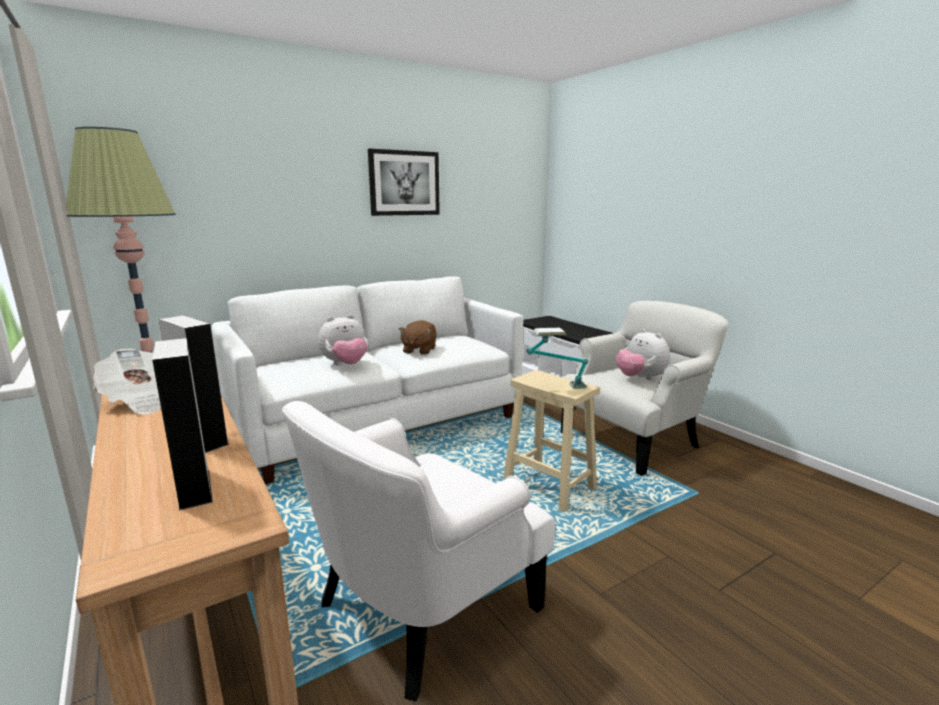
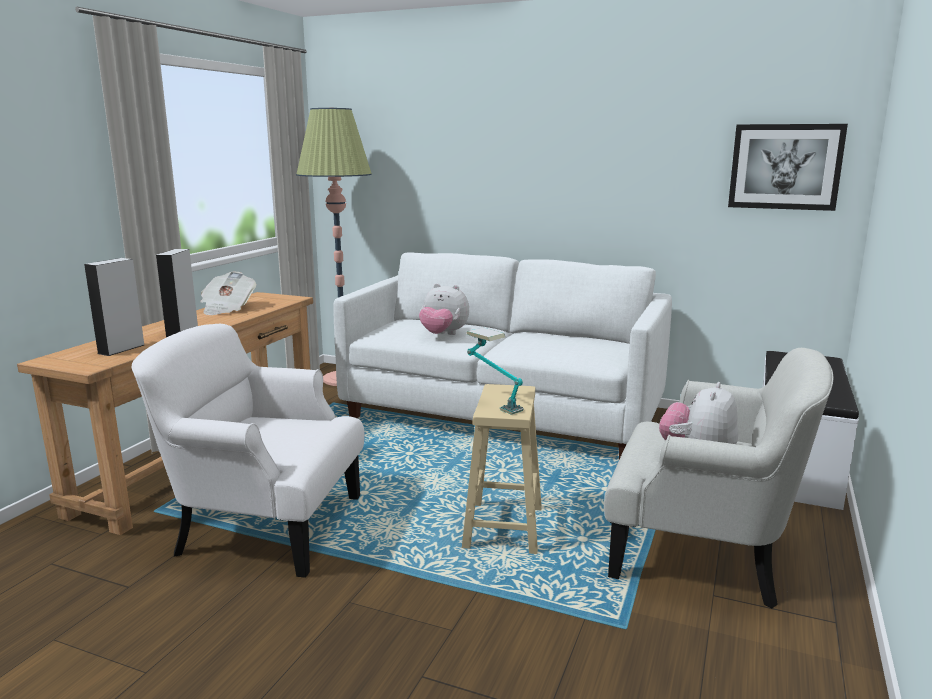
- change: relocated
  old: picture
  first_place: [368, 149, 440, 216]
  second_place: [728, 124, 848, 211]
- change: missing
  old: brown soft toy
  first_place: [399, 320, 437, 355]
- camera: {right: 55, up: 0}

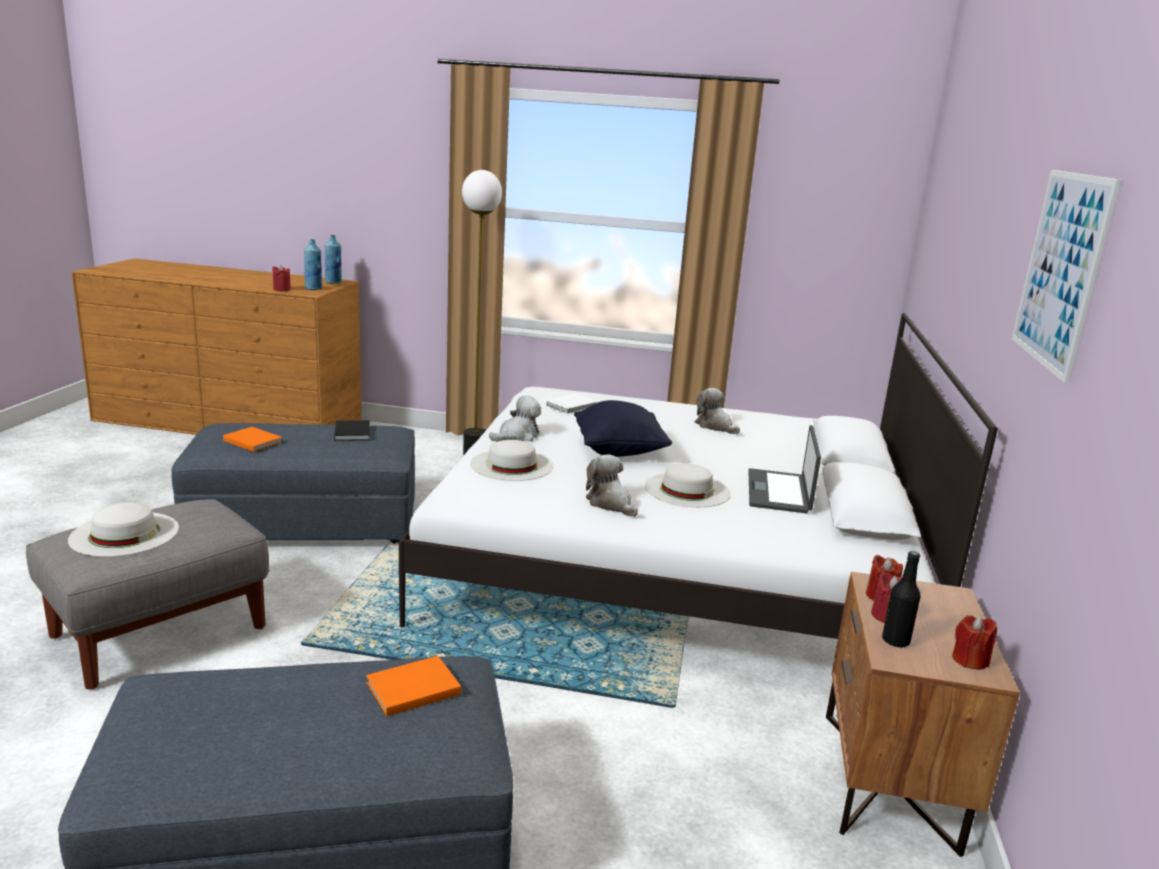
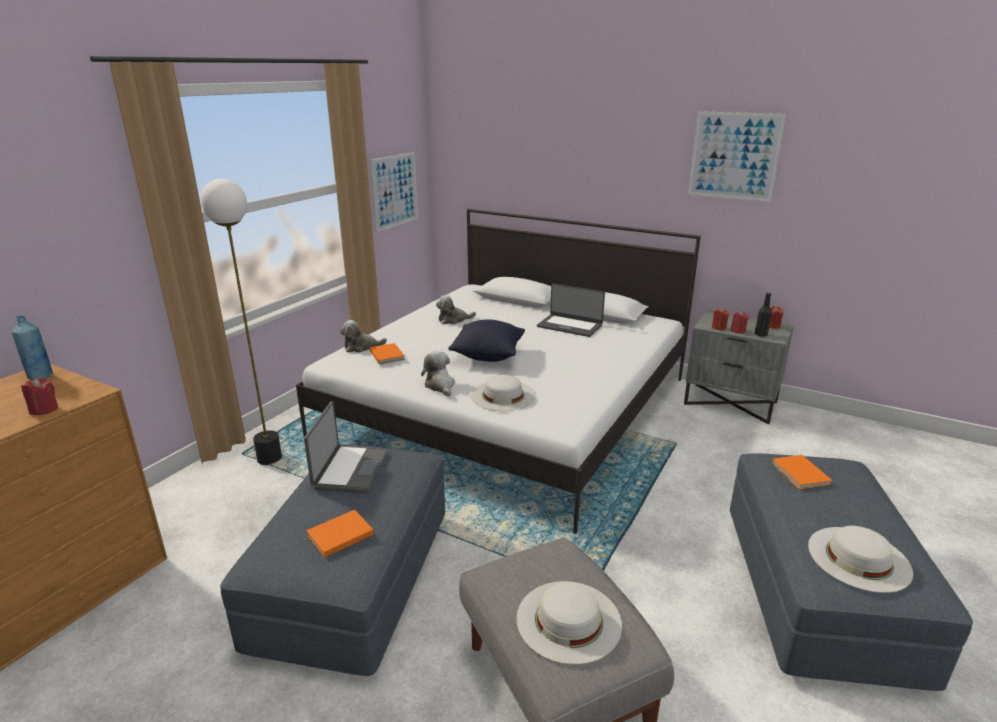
- change: missing
  old: blue-coloured beverage bottle
  first_place: [304, 239, 322, 290]
- change: exchanged
  old: blackish book
  new: portable computer
  first_place: [334, 420, 370, 441]
  second_place: [304, 401, 388, 493]
- change: colour
  old: whitish book
  new: orange-coloured book
  first_place: [546, 394, 597, 414]
  second_place: [370, 343, 405, 364]
- change: relocated
  old: soft toy
  first_place: [586, 454, 638, 517]
  second_place: [340, 320, 387, 352]
- change: relocated
  old: whitish hat
  first_place: [645, 463, 731, 507]
  second_place: [808, 526, 913, 593]
- change: colour
  old: brown nightstand
  new: gray nightstand
  first_place: [826, 572, 1020, 857]
  second_place: [684, 311, 794, 424]
- change: appeared
  new: picture
  second_place: [370, 152, 418, 232]
- camera: {right: -70, up: 5}

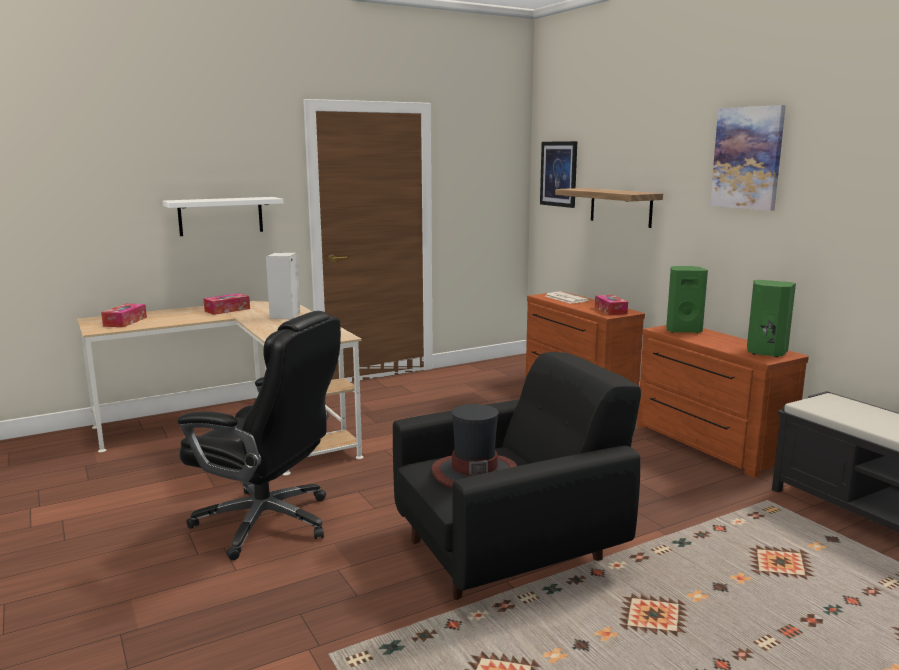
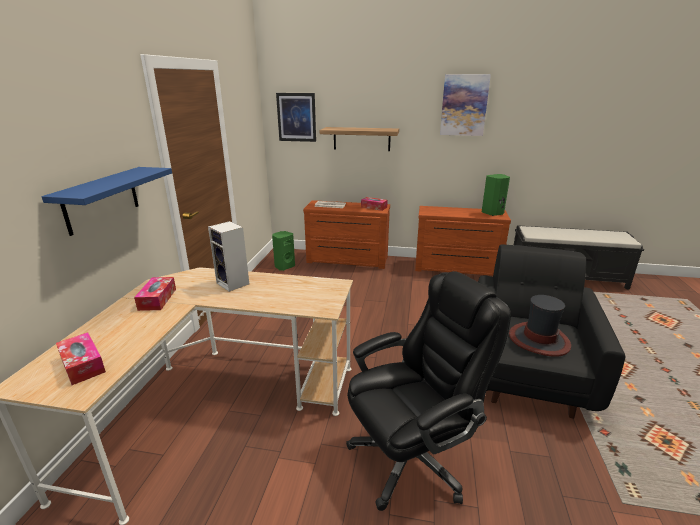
- change: colour
  old: whitish wall shelf
  new: blue-coloured wall shelf
  first_place: [162, 197, 283, 236]
  second_place: [42, 167, 172, 236]
- change: relocated
  old: greenish audio speaker
  first_place: [666, 266, 708, 333]
  second_place: [272, 231, 295, 271]
- camera: {right: -50, up: 10}

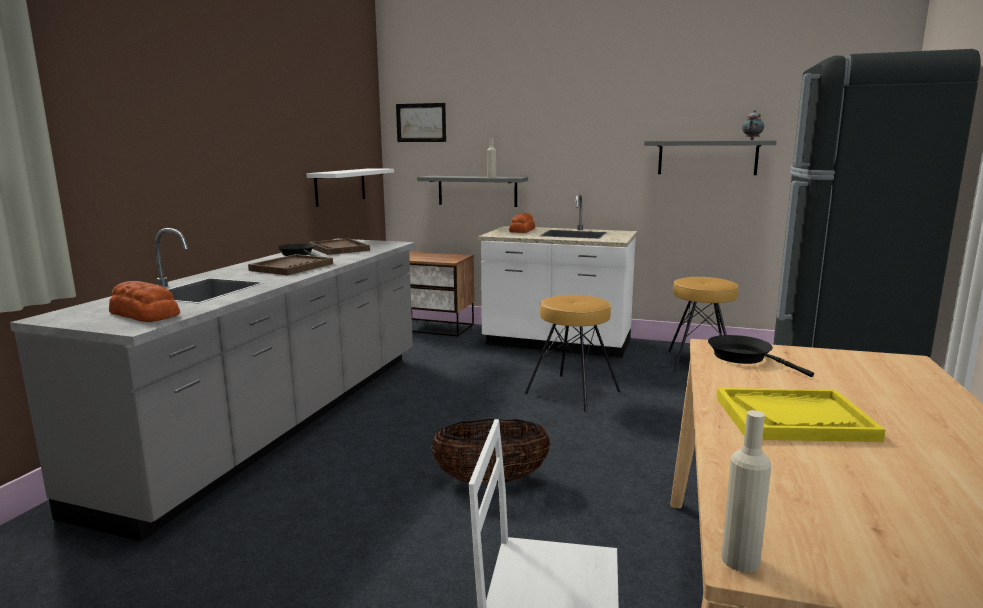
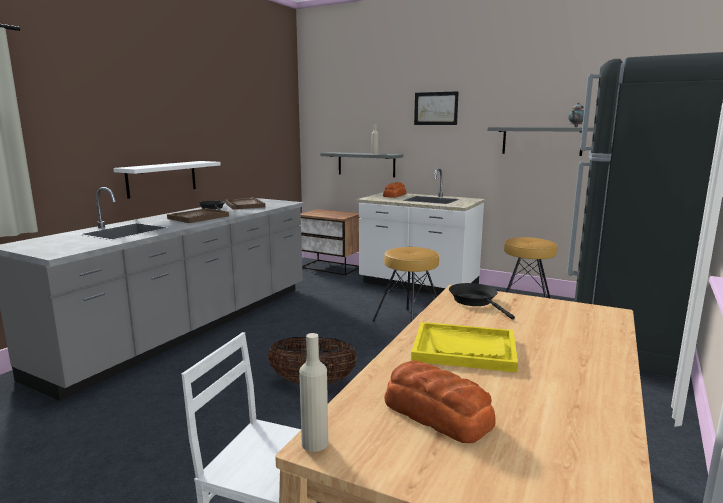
- change: relocated
  old: bakery bread
  first_place: [109, 281, 180, 322]
  second_place: [384, 361, 496, 443]
- change: relocated
  old: whitish wall shelf
  first_place: [306, 168, 394, 207]
  second_place: [113, 161, 221, 199]
- change: relocated
  old: picture
  first_place: [396, 103, 446, 142]
  second_place: [414, 91, 459, 125]
- camera: {right: 10, up: 0}

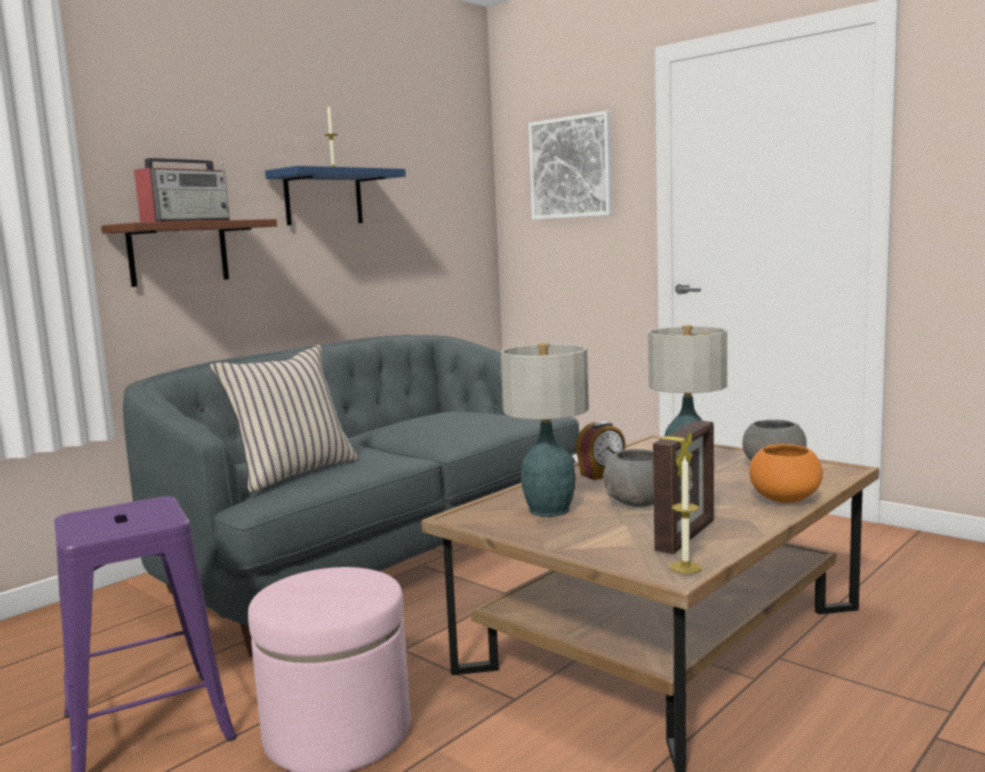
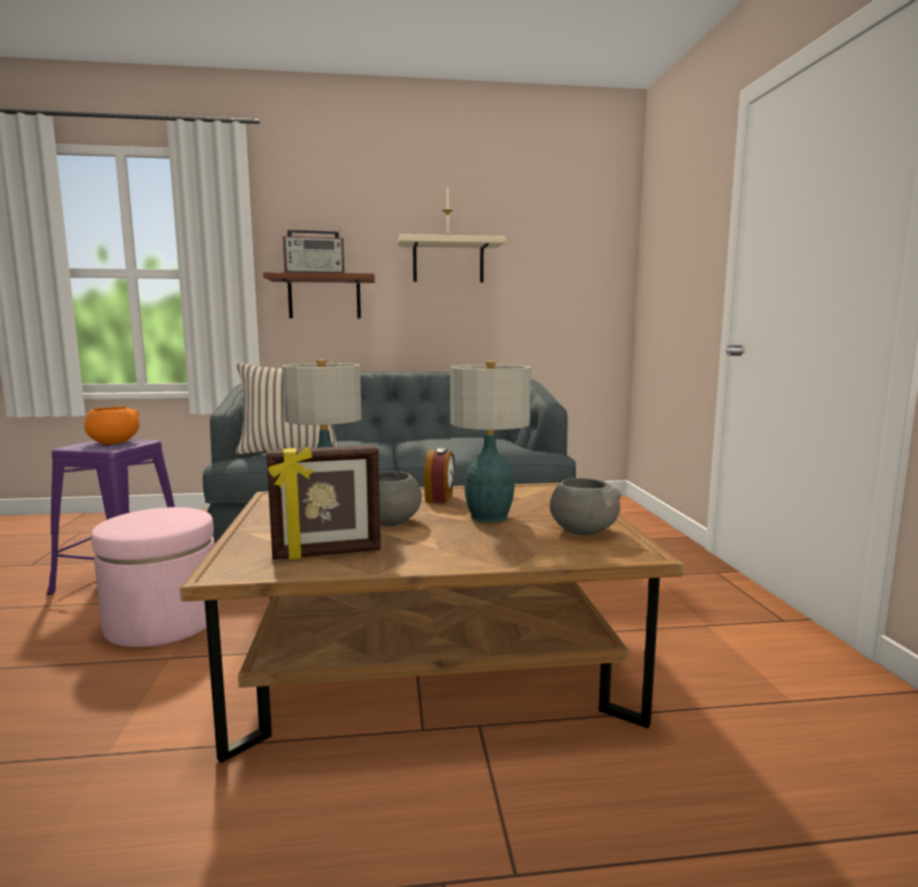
- change: colour
  old: blue-coloured wall shelf
  new: beige wall shelf
  first_place: [265, 166, 406, 225]
  second_place: [398, 234, 506, 283]
- change: missing
  old: picture
  first_place: [528, 111, 613, 220]
- change: spun
  old: bedside clock
  first_place: [576, 421, 626, 480]
  second_place: [424, 448, 455, 503]
  degrees: -90
- change: missing
  old: candle
  first_place: [670, 457, 701, 574]
- change: relocated
  old: orange-coloured bowl
  first_place: [749, 444, 823, 503]
  second_place: [84, 407, 140, 445]
- camera: {right: 40, up: 0}

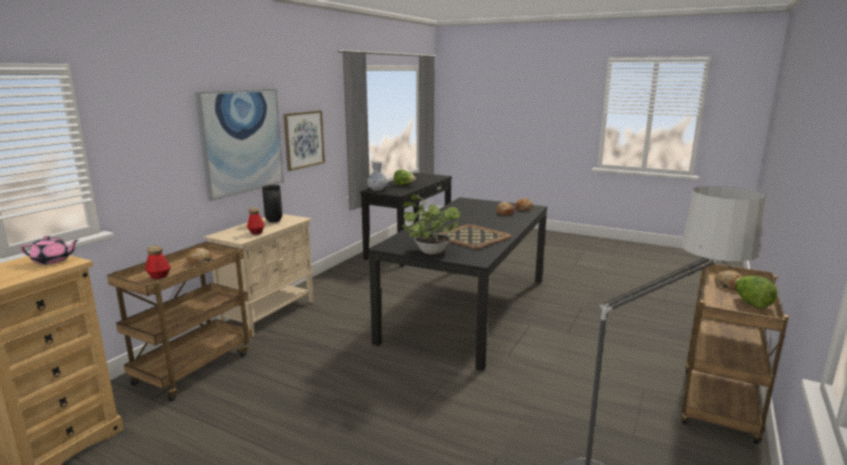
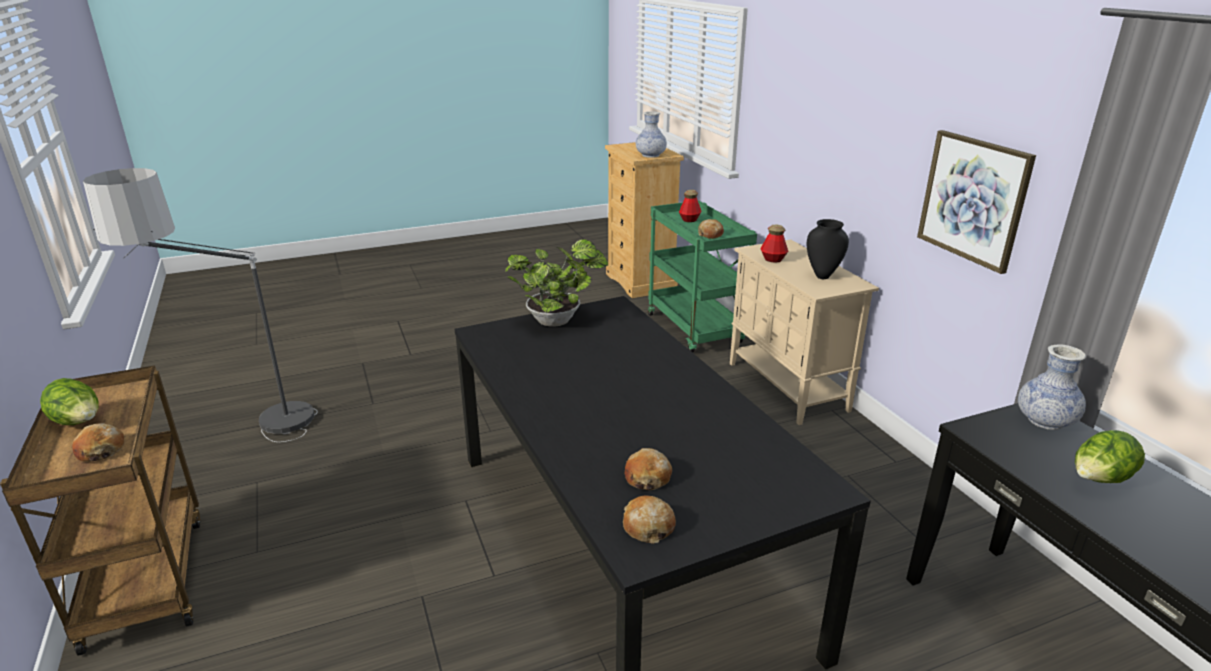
- change: exchanged
  old: pink pot for tea
  new: vase
  first_place: [20, 236, 79, 265]
  second_place: [636, 111, 667, 158]
- change: colour
  old: brown trolley
  new: greenish trolley
  first_place: [107, 242, 252, 401]
  second_place: [648, 200, 757, 353]
- change: missing
  old: picture
  first_place: [195, 89, 284, 201]
- change: missing
  old: carrying tray
  first_place: [440, 224, 512, 250]
- camera: {right: 130, up: 10}

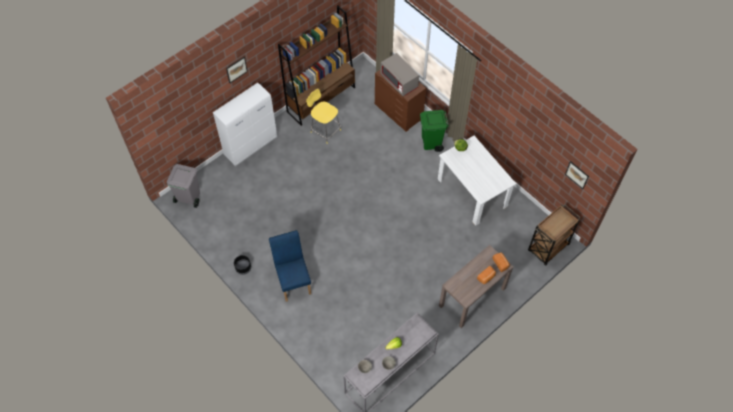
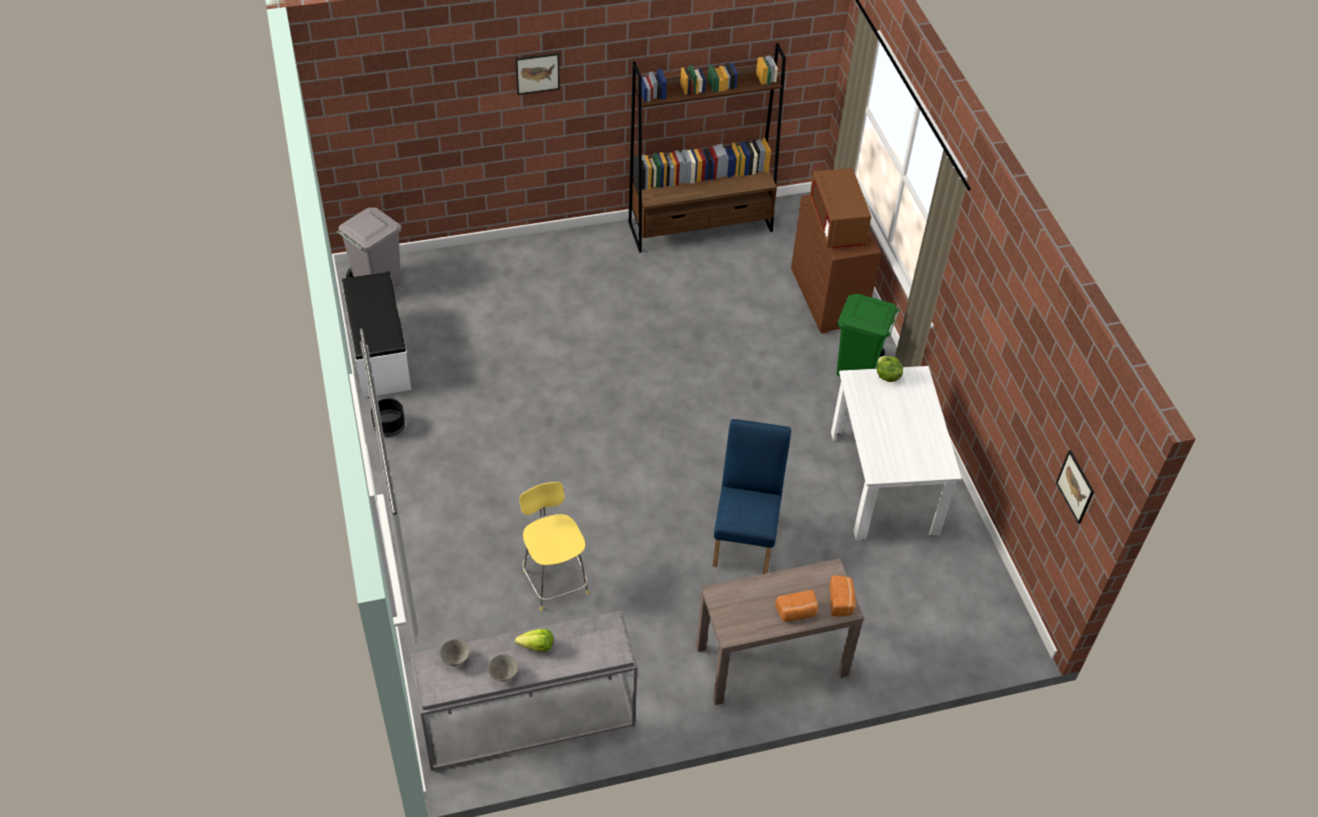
- change: missing
  old: whitish storage cabinet
  first_place: [213, 82, 277, 166]
- change: relocated
  old: blue-coloured plain chair
  first_place: [269, 230, 311, 301]
  second_place: [713, 419, 791, 574]
- change: relocated
  old: yellow-coloured stool
  first_place: [306, 89, 341, 144]
  second_place: [519, 482, 589, 611]
- change: colour
  old: gray microwave oven
  new: brown microwave oven
  first_place: [381, 53, 419, 96]
  second_place: [809, 168, 871, 248]
- change: missing
  old: brown trolley
  first_place: [528, 204, 581, 266]
- change: appeared
  new: whitish indoor bench
  second_place: [342, 272, 411, 398]
- camera: {right: 25, up: -10}

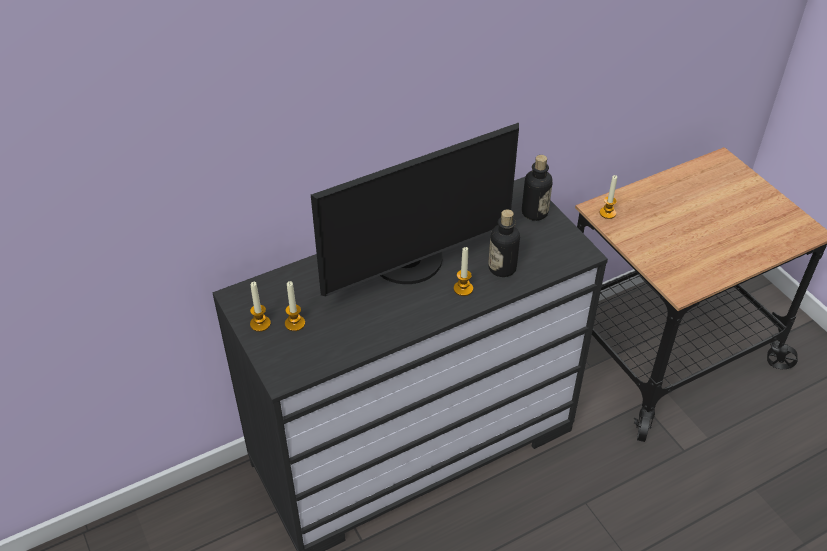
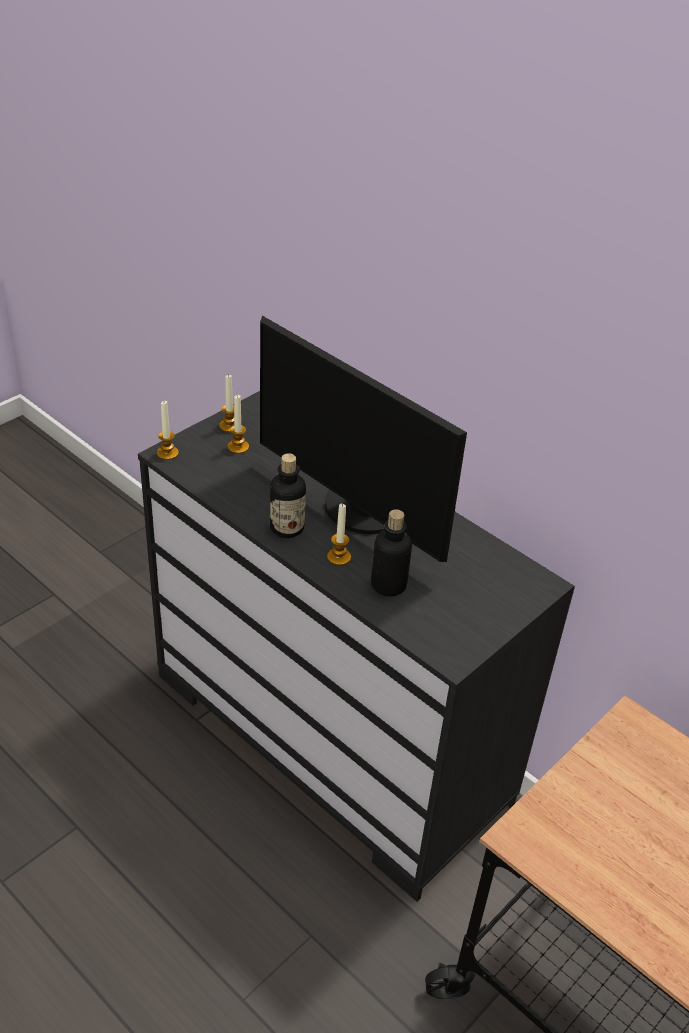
- change: relocated
  old: beverage bottle
  first_place: [522, 155, 553, 221]
  second_place: [270, 453, 306, 538]
- change: relocated
  old: candle
  first_place: [600, 175, 617, 219]
  second_place: [157, 401, 179, 460]
- camera: {right: 70, up: -5}

